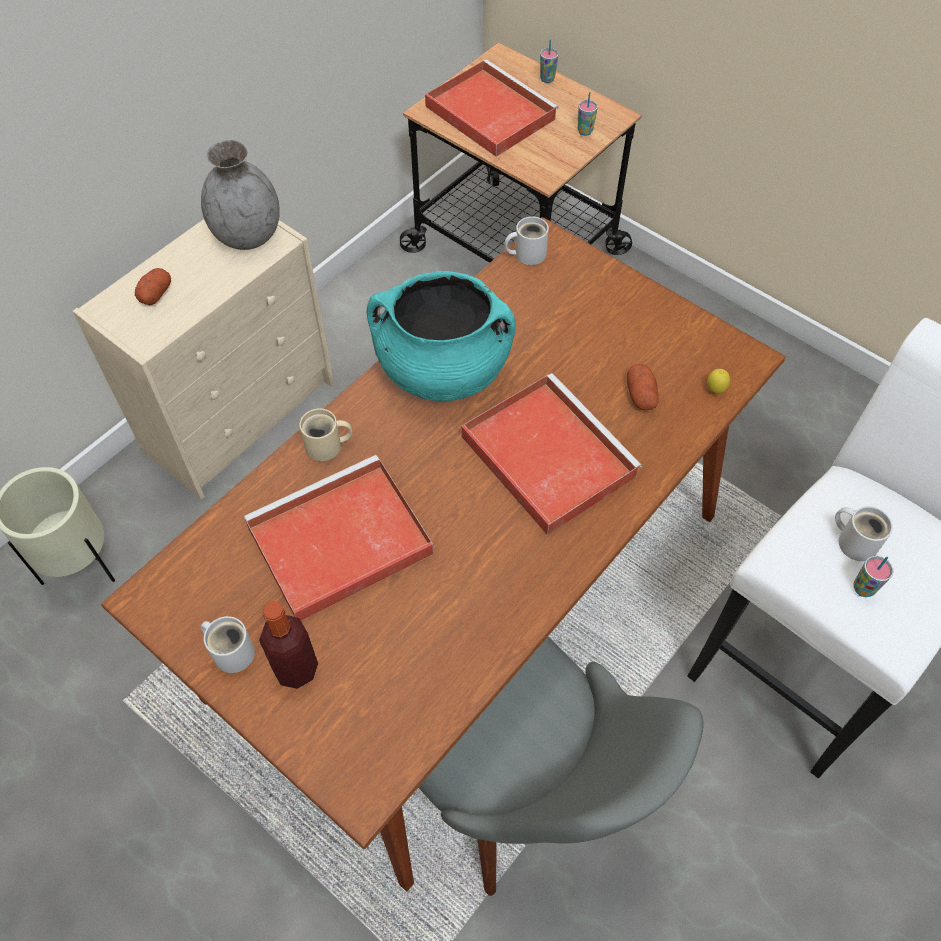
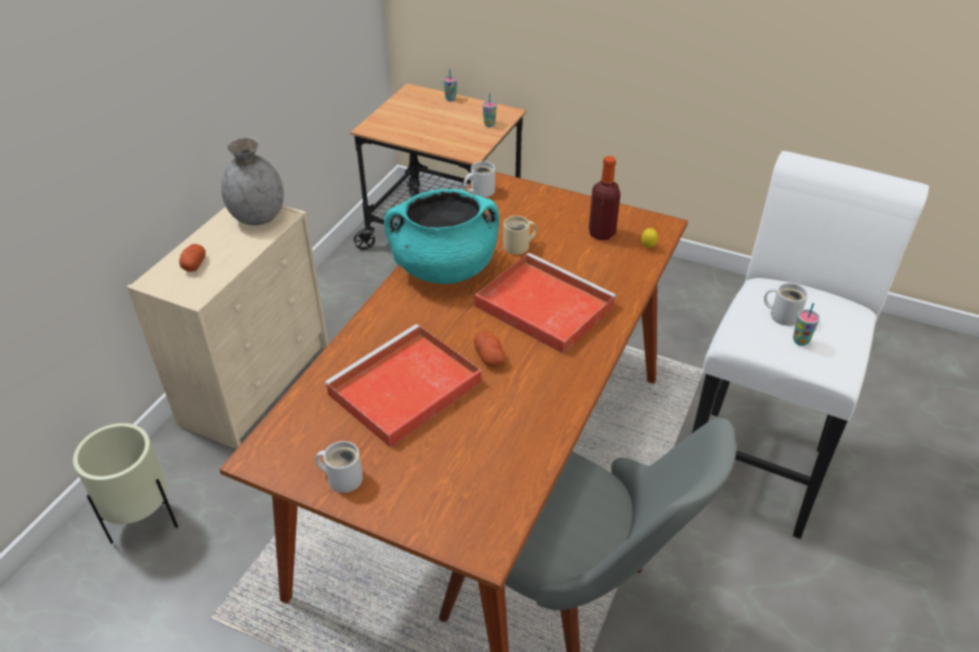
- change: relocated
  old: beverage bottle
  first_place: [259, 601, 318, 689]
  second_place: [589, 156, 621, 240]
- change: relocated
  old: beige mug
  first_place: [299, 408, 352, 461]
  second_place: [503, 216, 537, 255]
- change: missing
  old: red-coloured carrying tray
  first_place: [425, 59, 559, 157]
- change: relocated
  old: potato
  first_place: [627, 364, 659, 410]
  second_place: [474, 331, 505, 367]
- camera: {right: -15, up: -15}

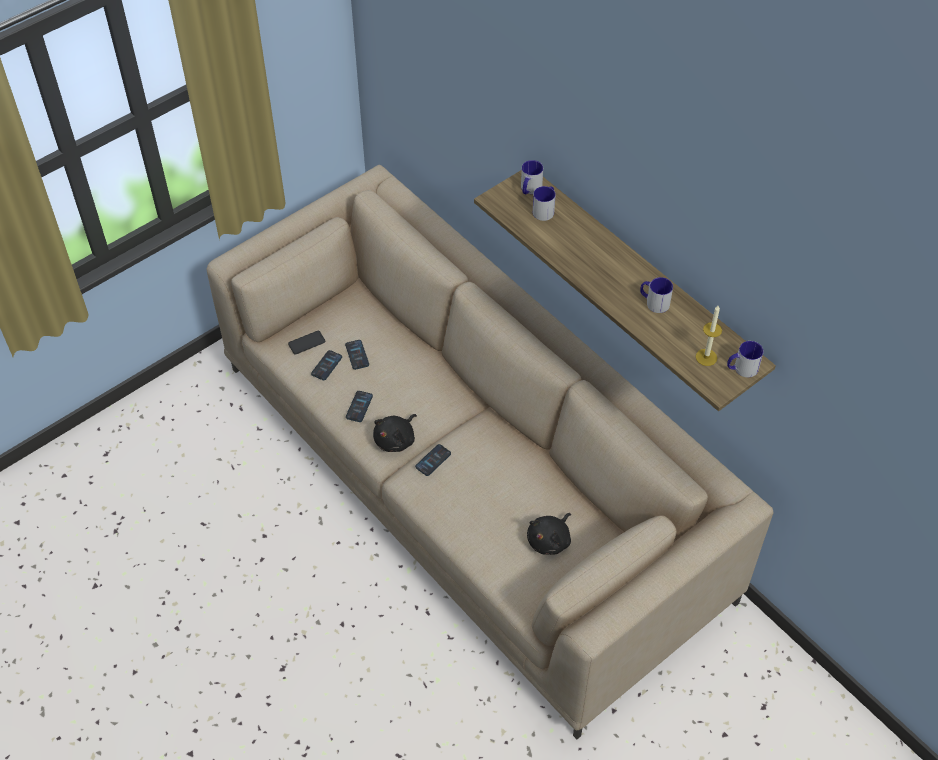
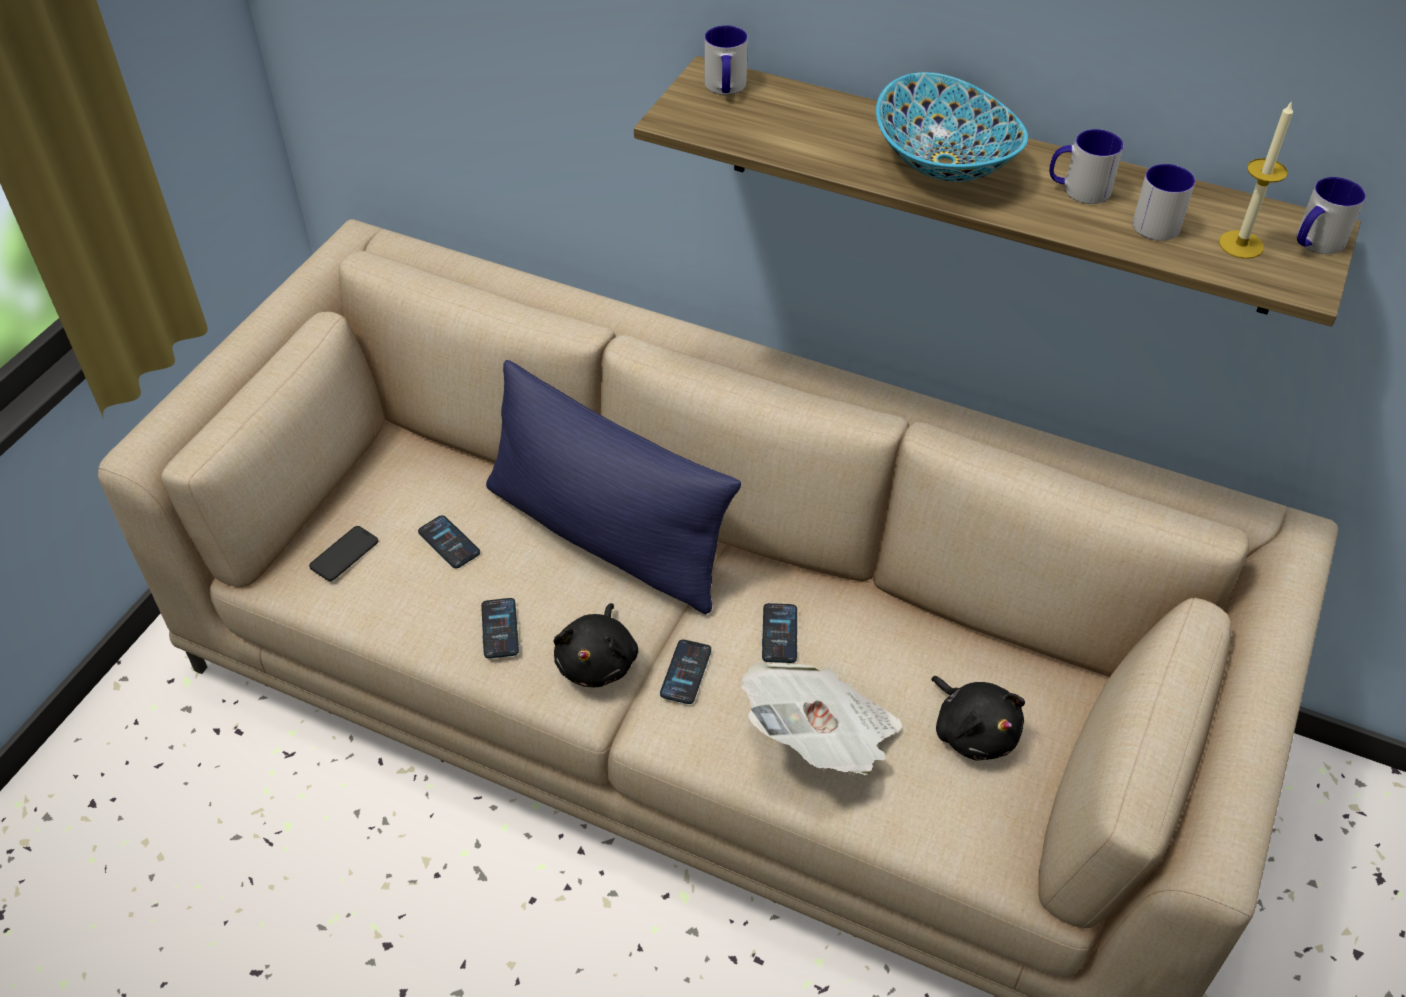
- change: relocated
  old: telephone
  first_place: [311, 350, 342, 380]
  second_place: [762, 603, 797, 663]
- change: spun
  old: blackish soft toy
  first_place: [527, 513, 571, 555]
  second_place: [931, 676, 1025, 761]
  degrees: -45
- change: relocated
  old: mug
  first_place: [533, 186, 556, 221]
  second_place: [1133, 164, 1195, 241]
- change: appeared
  new: blue-coloured pillow
  second_place: [486, 360, 741, 615]
- change: appeared
  new: daily paper
  second_place: [741, 663, 902, 775]
- change: appeared
  new: bowl
  second_place: [876, 72, 1028, 182]
- camera: {right: -25, up: -5}

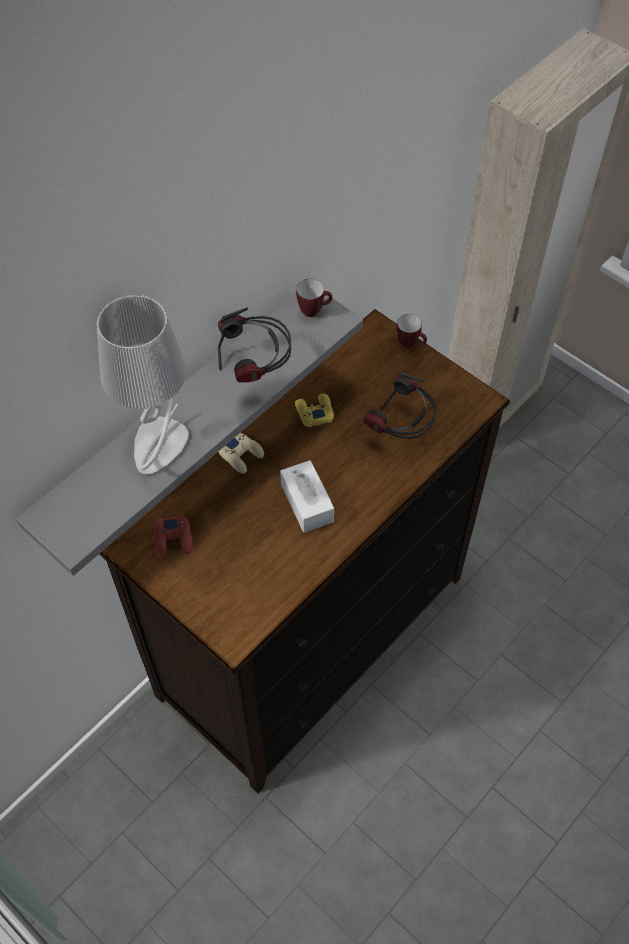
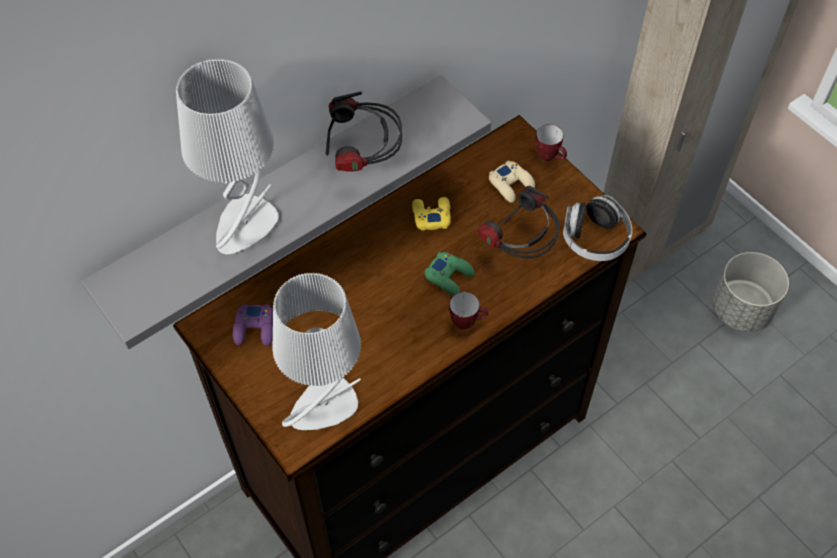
- change: colour
  old: red-coloured joypad
  new: purple joypad
  first_place: [154, 516, 193, 558]
  second_place: [233, 304, 273, 346]
- change: relocated
  old: beige joypad
  first_place: [218, 433, 264, 474]
  second_place: [489, 161, 535, 203]
- change: missing
  old: whitish tissue holder
  first_place: [280, 460, 334, 533]
- change: relocated
  old: mug
  first_place: [296, 279, 332, 317]
  second_place: [449, 292, 488, 330]
- change: appeared
  new: gray tabletop lamp
  second_place: [273, 272, 361, 430]
- change: appeared
  new: greenish joypad
  second_place: [425, 252, 474, 296]
- change: appeared
  new: headset
  second_place: [563, 195, 632, 261]
- change: appeared
  new: gray planter
  second_place: [712, 252, 789, 332]
- camera: {right: 10, up: 0}

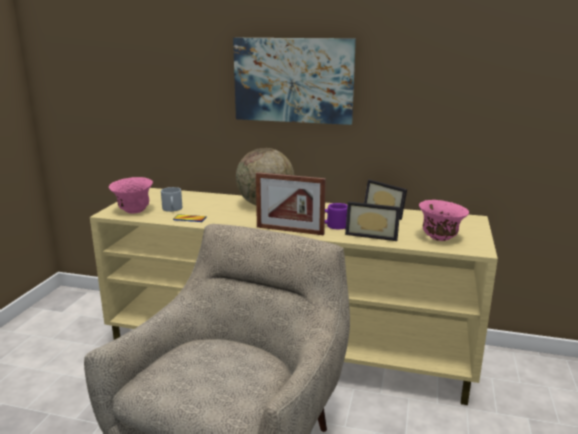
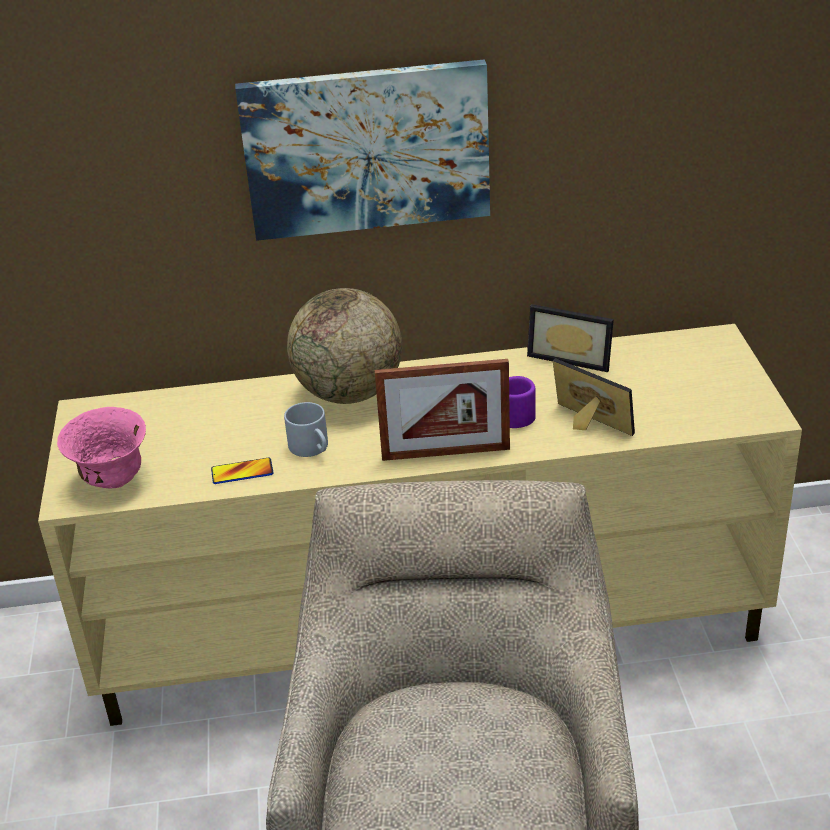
- change: relocated
  old: gray mug
  first_place: [161, 187, 182, 212]
  second_place: [284, 402, 328, 457]
- change: spun
  old: standing frame
  first_place: [345, 202, 401, 241]
  second_place: [553, 358, 635, 436]
  degrees: -135
- change: missing
  old: pink bowl
  first_place: [419, 200, 469, 241]
- camera: {right: -20, up: 15}

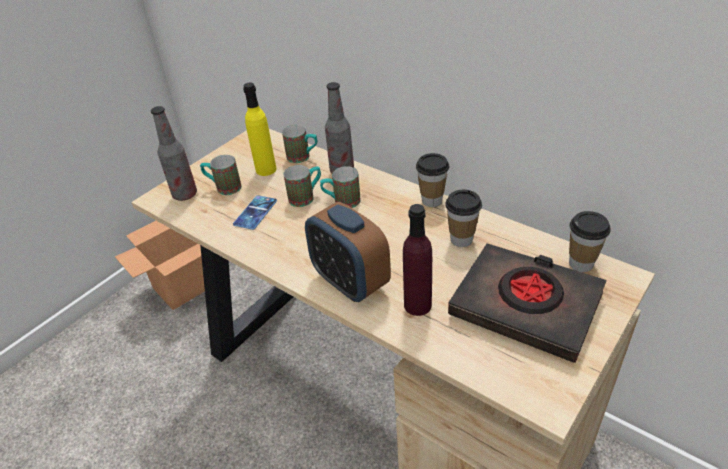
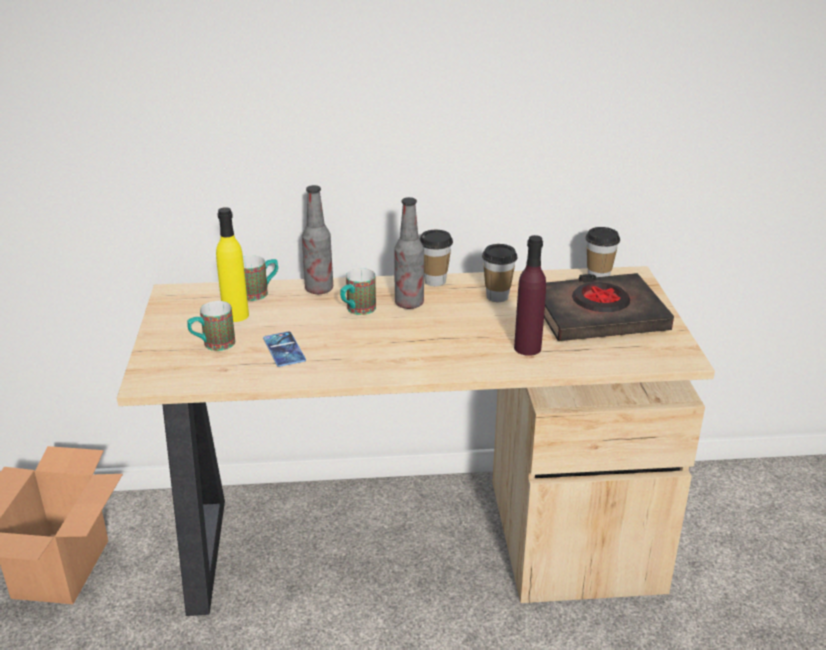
- change: relocated
  old: beverage bottle
  first_place: [151, 106, 197, 201]
  second_place: [394, 197, 424, 309]
- change: missing
  old: mug
  first_place: [284, 165, 321, 207]
- change: missing
  old: bedside clock
  first_place: [305, 202, 391, 302]
- camera: {right: -45, up: -10}

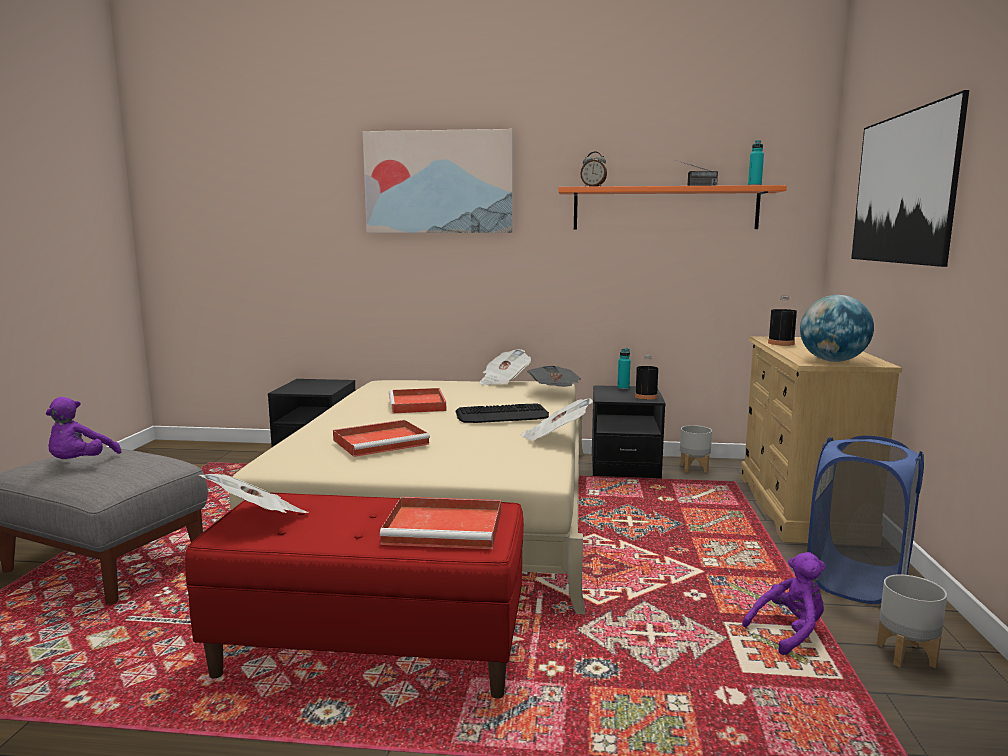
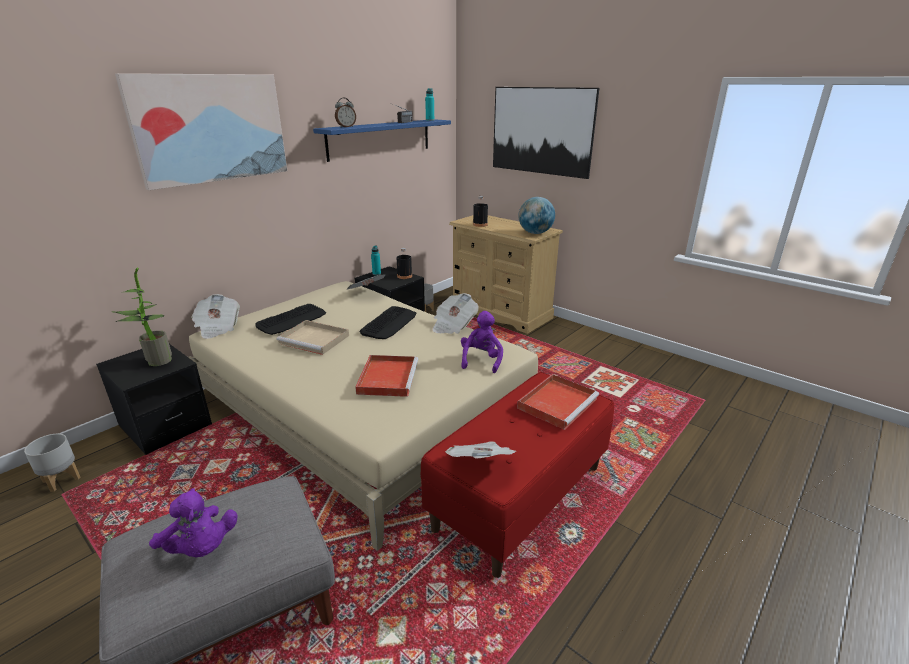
- change: colour
  old: red-coloured carrying tray
  new: beige carrying tray
  first_place: [389, 388, 446, 413]
  second_place: [277, 320, 349, 355]
- change: relocated
  old: daily paper
  first_place: [479, 349, 531, 385]
  second_place: [191, 294, 240, 339]
- change: colour
  old: orange-coloured wall shelf
  new: blue-coloured wall shelf
  first_place: [558, 185, 787, 229]
  second_place: [313, 119, 451, 162]
- change: relocated
  old: purple soft toy
  first_place: [742, 552, 826, 655]
  second_place: [461, 311, 503, 373]
- change: missing
  old: blue-coloured hamper
  first_place: [807, 436, 924, 604]
- change: relocated
  old: gray planter
  first_place: [877, 574, 947, 668]
  second_place: [24, 434, 80, 492]
- change: appeared
  new: potted plant
  second_place: [112, 268, 172, 366]
- change: appeared
  new: PC keyboard
  second_place: [255, 304, 326, 335]
- camera: {right: -55, up: 15}

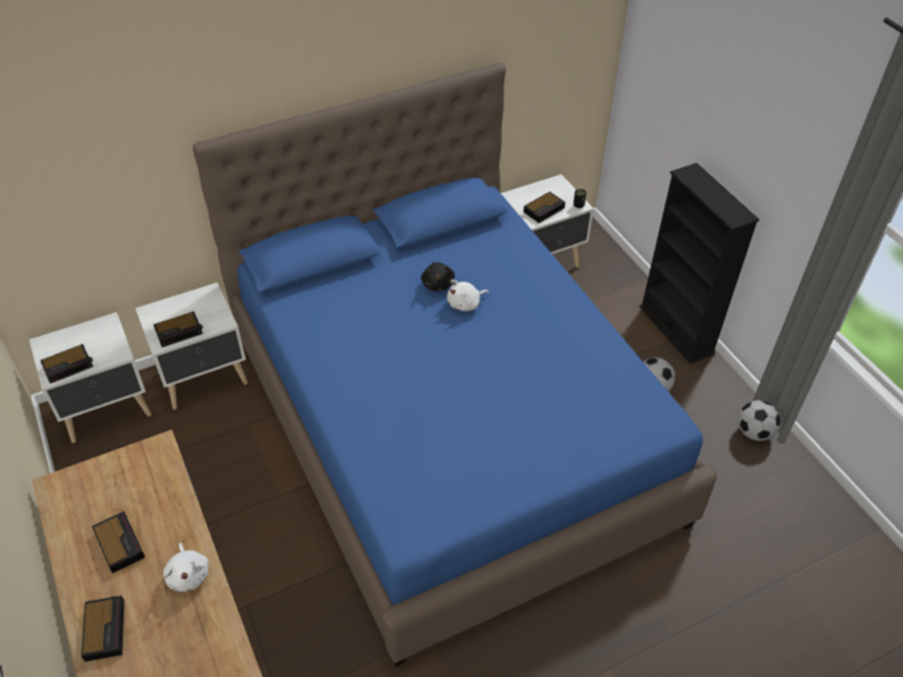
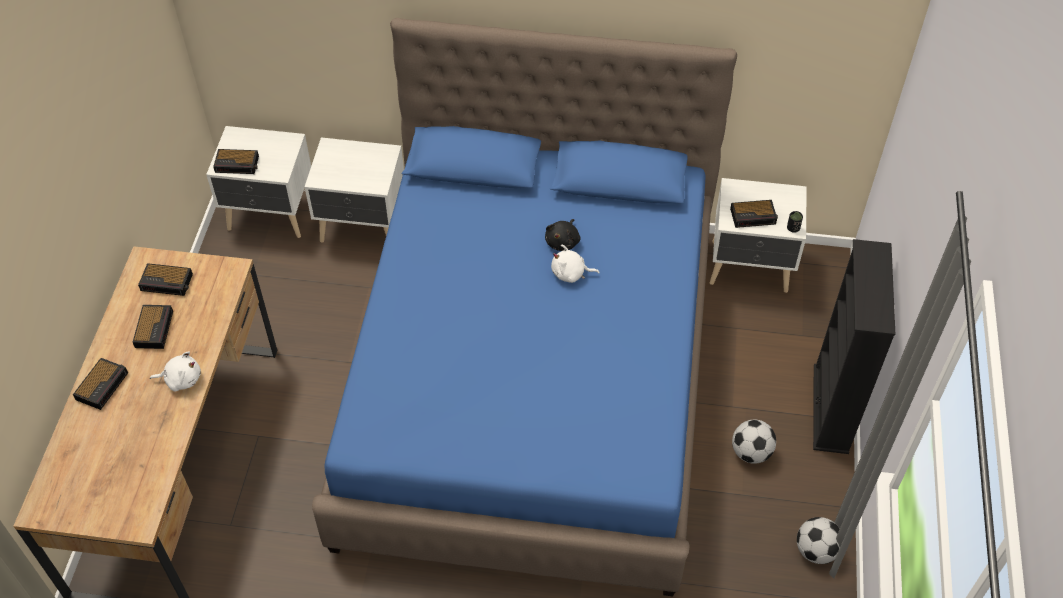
- change: relocated
  old: bedside clock
  first_place: [153, 311, 203, 347]
  second_place: [138, 263, 193, 296]
- change: spun
  old: whitish soft toy
  first_place: [163, 543, 209, 592]
  second_place: [150, 351, 201, 392]
  degrees: -105
- camera: {right: 35, up: 5}

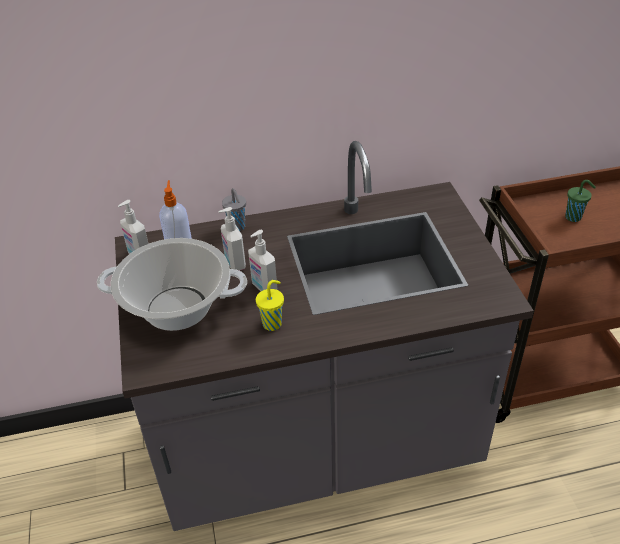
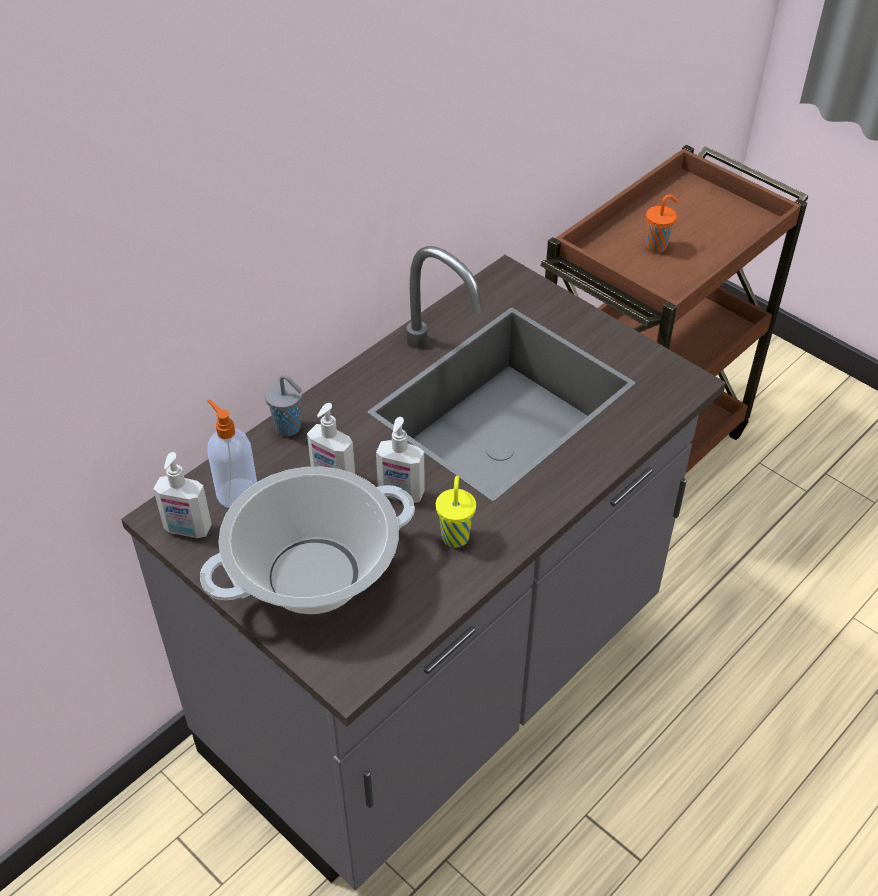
- change: colour
  old: greenish small cup
  new: orange-coloured small cup
  first_place: [565, 180, 596, 222]
  second_place: [646, 194, 678, 253]
- camera: {right: -35, up: 5}

